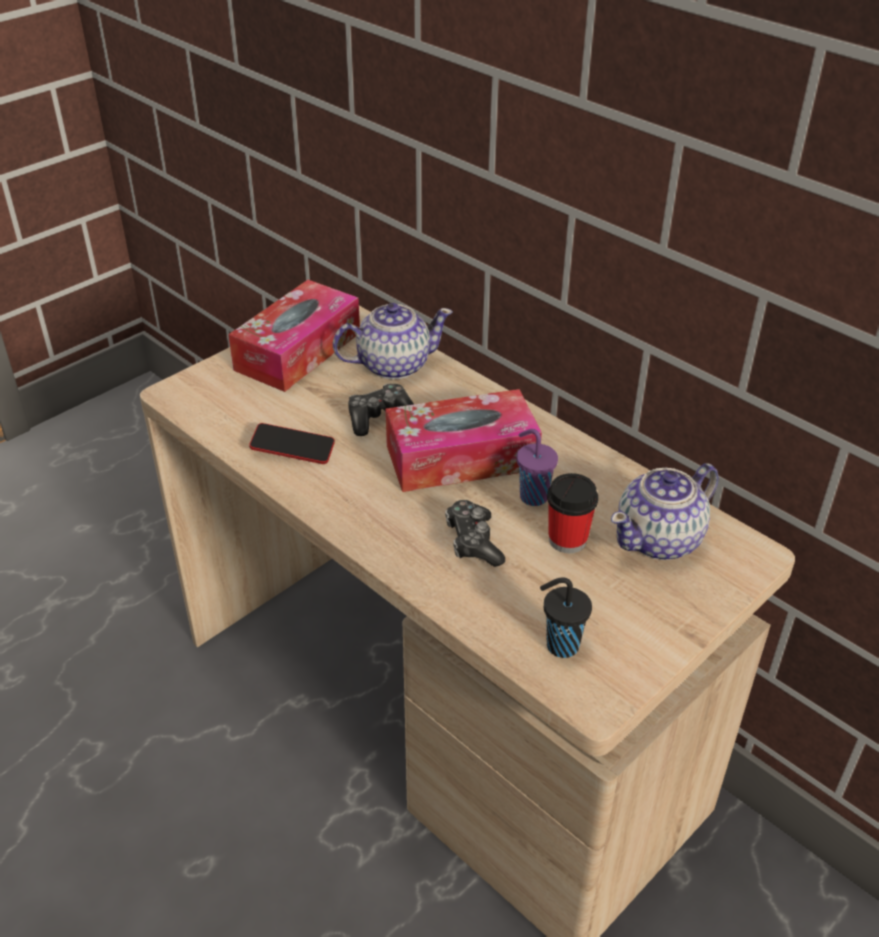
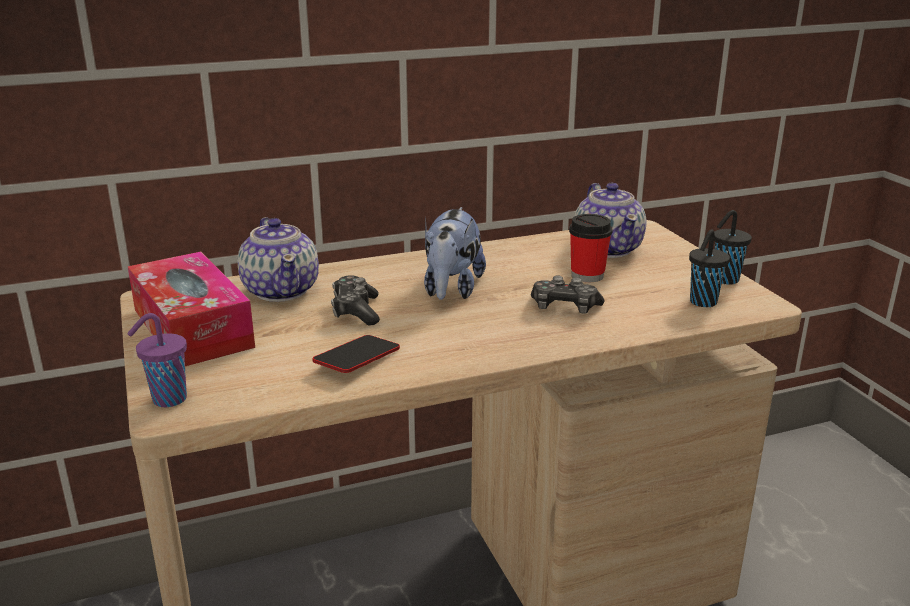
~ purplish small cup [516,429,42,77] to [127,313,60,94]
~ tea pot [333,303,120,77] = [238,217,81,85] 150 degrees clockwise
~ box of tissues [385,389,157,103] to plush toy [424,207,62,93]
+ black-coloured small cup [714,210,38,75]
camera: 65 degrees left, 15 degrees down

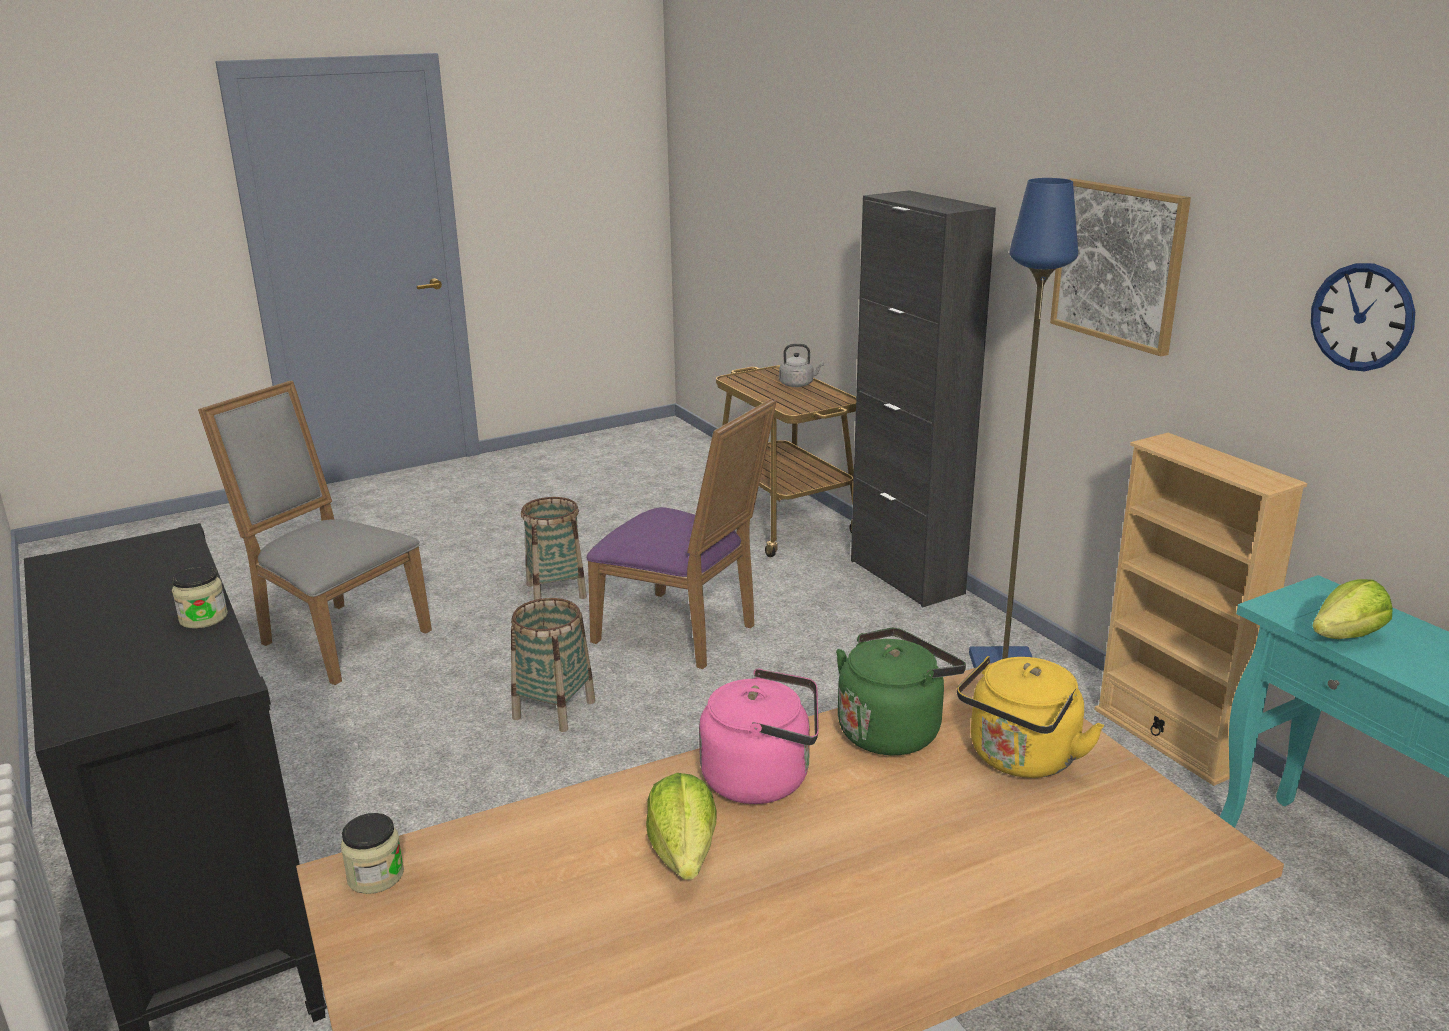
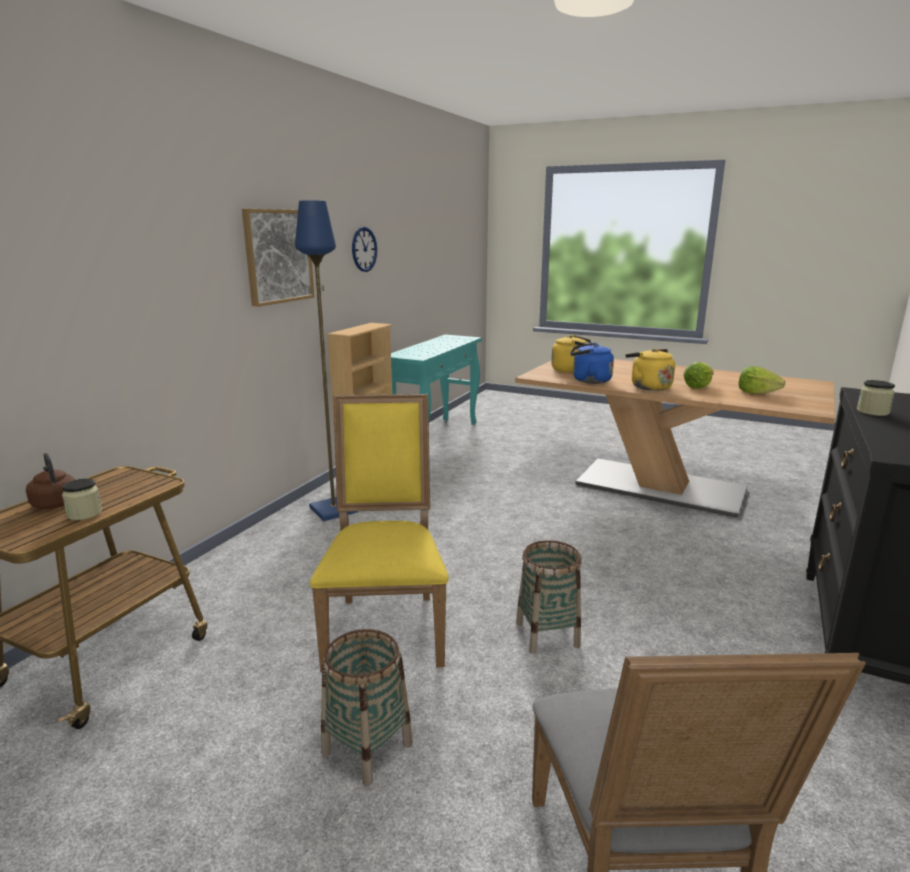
~ gray tea kettle [779,344,45,43] to brown-coloured tea kettle [26,453,49,56]
~ jar [340,813,64,81] to [62,479,40,41]
~ purplish plain chair [587,398,190,271] to yellow plain chair [310,394,139,278]
~ green-coloured tea kettle [836,628,130,127] to blue tea kettle [570,343,44,41]
~ pinkish tea kettle [699,669,120,135] to yellow tea kettle [625,348,50,43]
~ lettuce head [1312,579,81,60] to [739,366,46,28]
- black-coloured cupboard [851,190,145,417]
camera: 125 degrees left, 5 degrees down

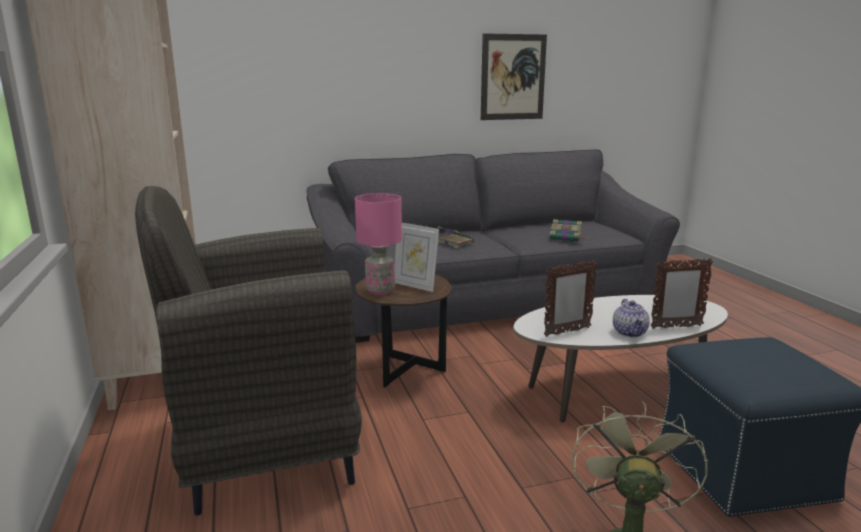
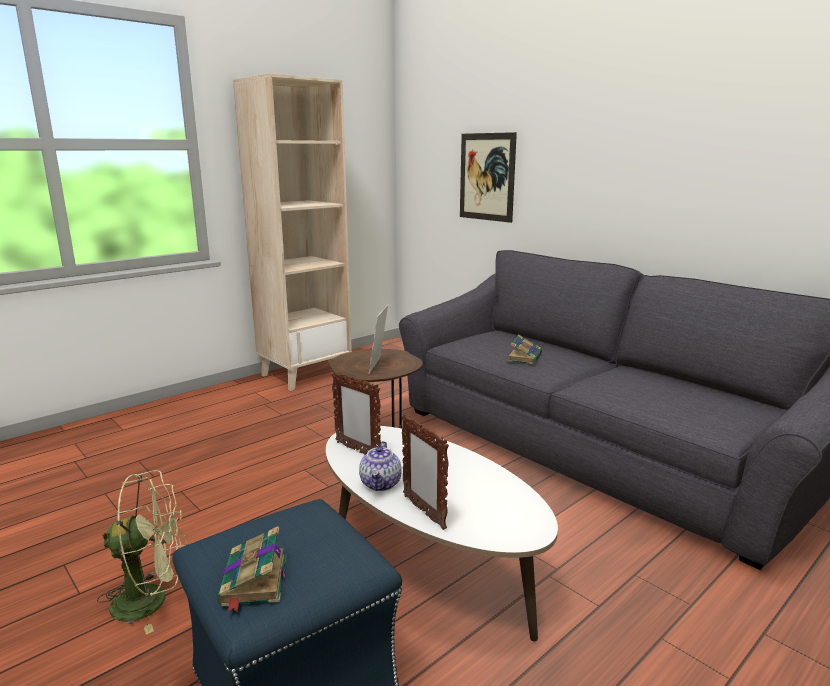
~ book [550,219,35,23] to [217,526,69,87]
~ tea pot [613,299,37,38] = [359,441,43,50] 60 degrees counterclockwise
~ picture [481,33,66,87] to [460,132,57,91]
- gray armchair [135,186,227,330]
- pinkish tabletop lamp [355,193,47,102]
camera: 65 degrees right, 0 degrees up

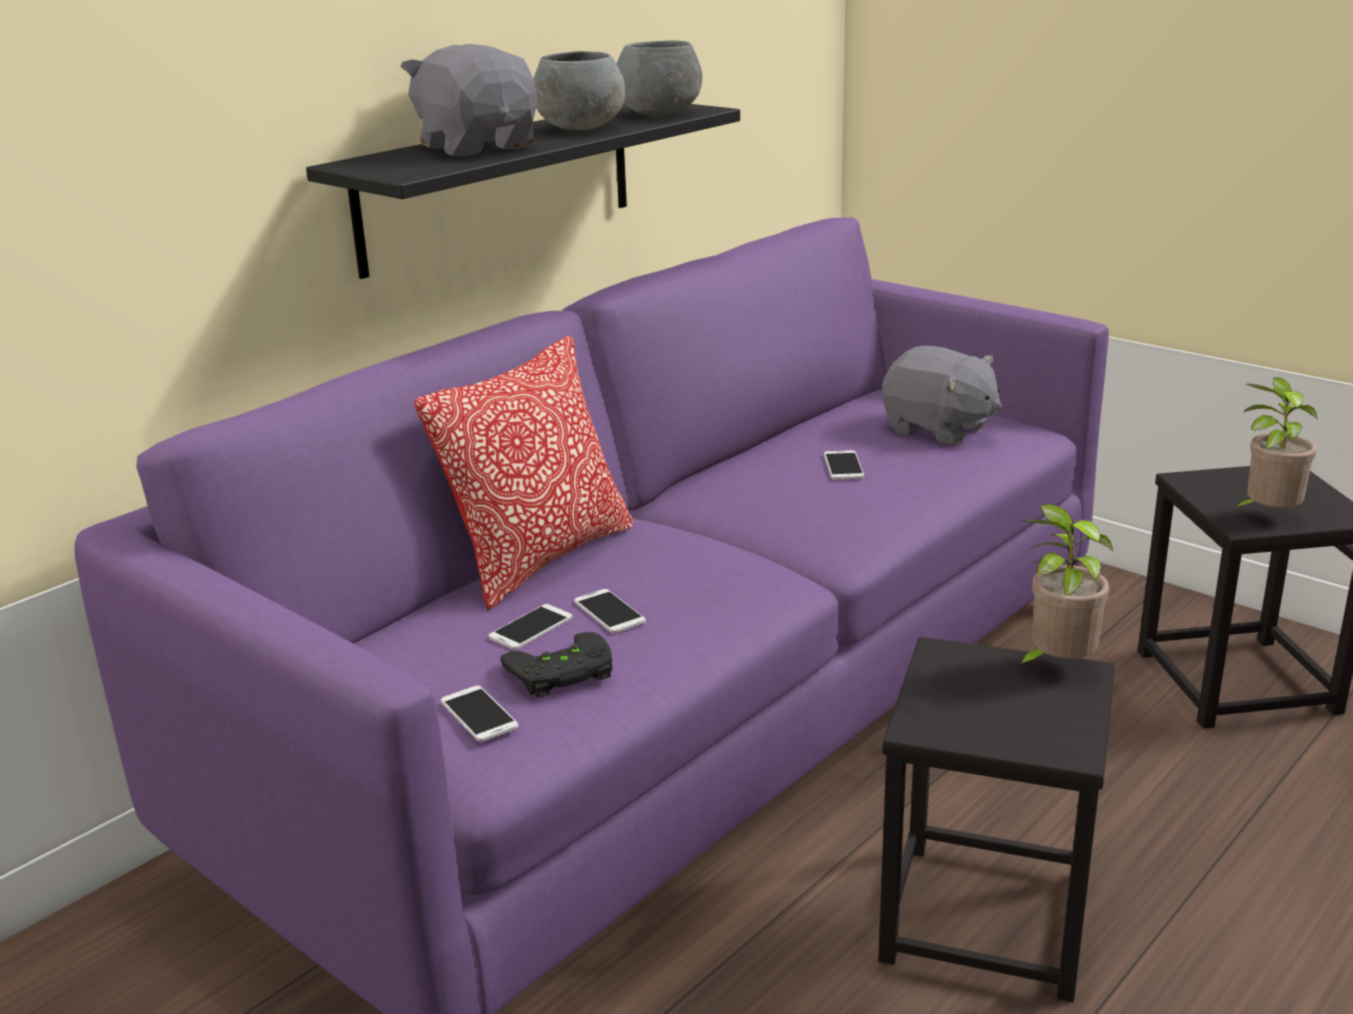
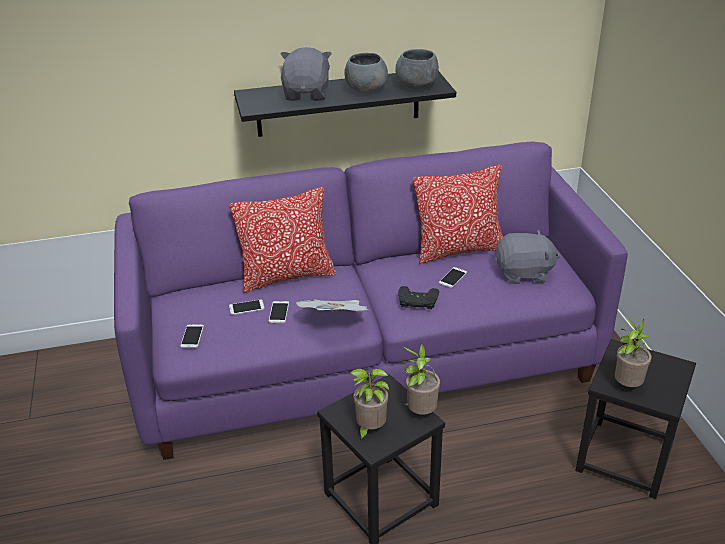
+ printed paper [296,300,73,12]
+ plant in a pot [350,368,39,73]
~ black-coloured joypad [501,632,111,66] to [398,286,41,23]
+ pillow [413,165,90,99]
~ gray plush toy [882,346,120,99] = [495,230,65,54] 75 degrees counterclockwise
camera: 35 degrees right, 10 degrees up

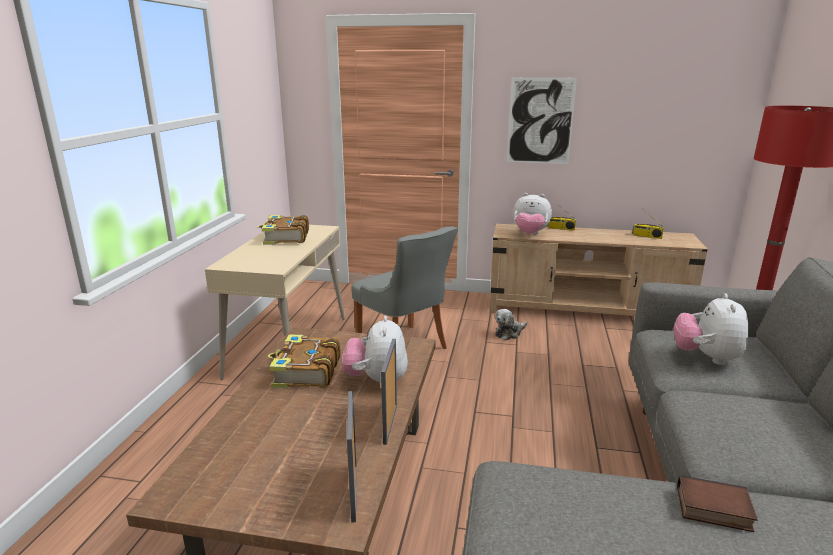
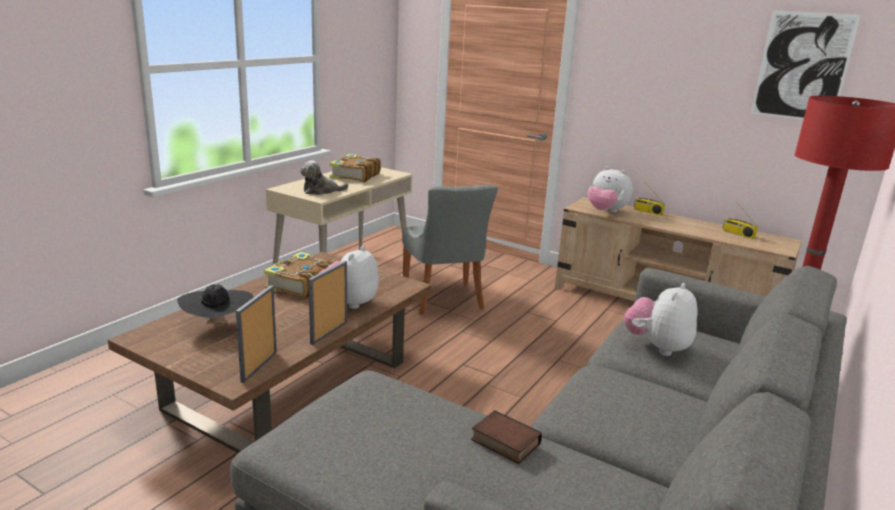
+ black-coloured wearable hat [177,284,77,40]
~ plush toy [495,309,32,31] to [300,160,49,35]
~ picture [507,77,70,87] to [751,10,110,110]
camera: 20 degrees right, 0 degrees up

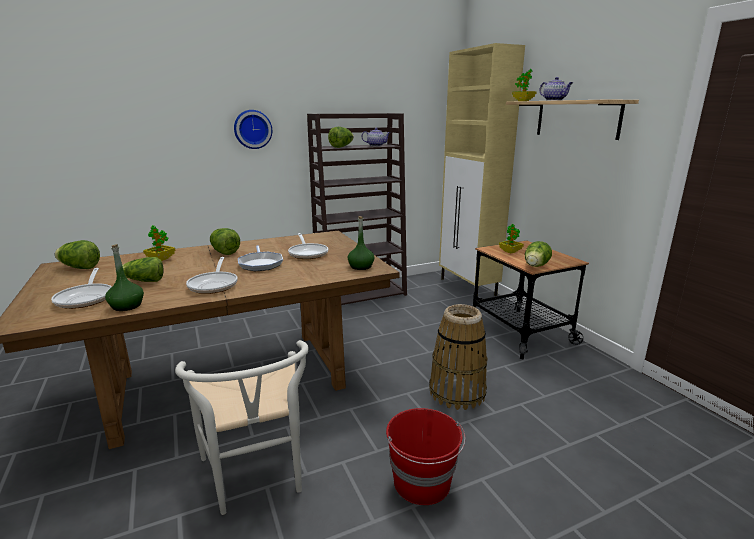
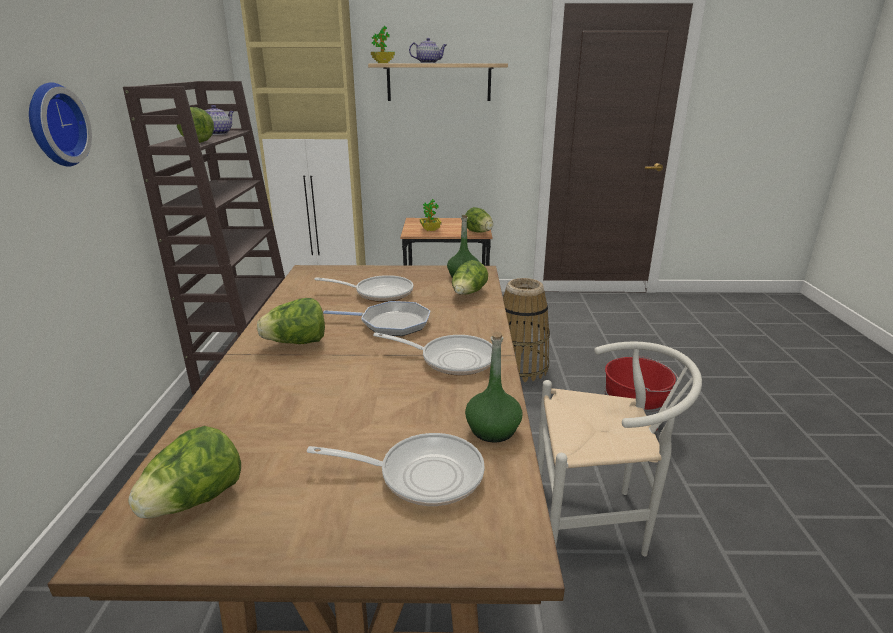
~ lettuce head [122,257,41,25] to [452,260,36,35]
- plant in a pot [143,225,32,36]
camera: 65 degrees left, 5 degrees up

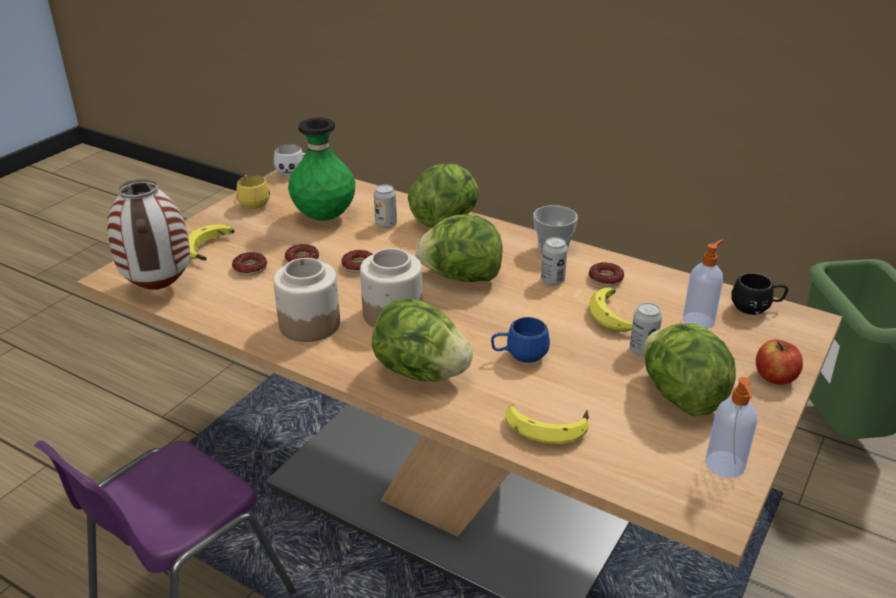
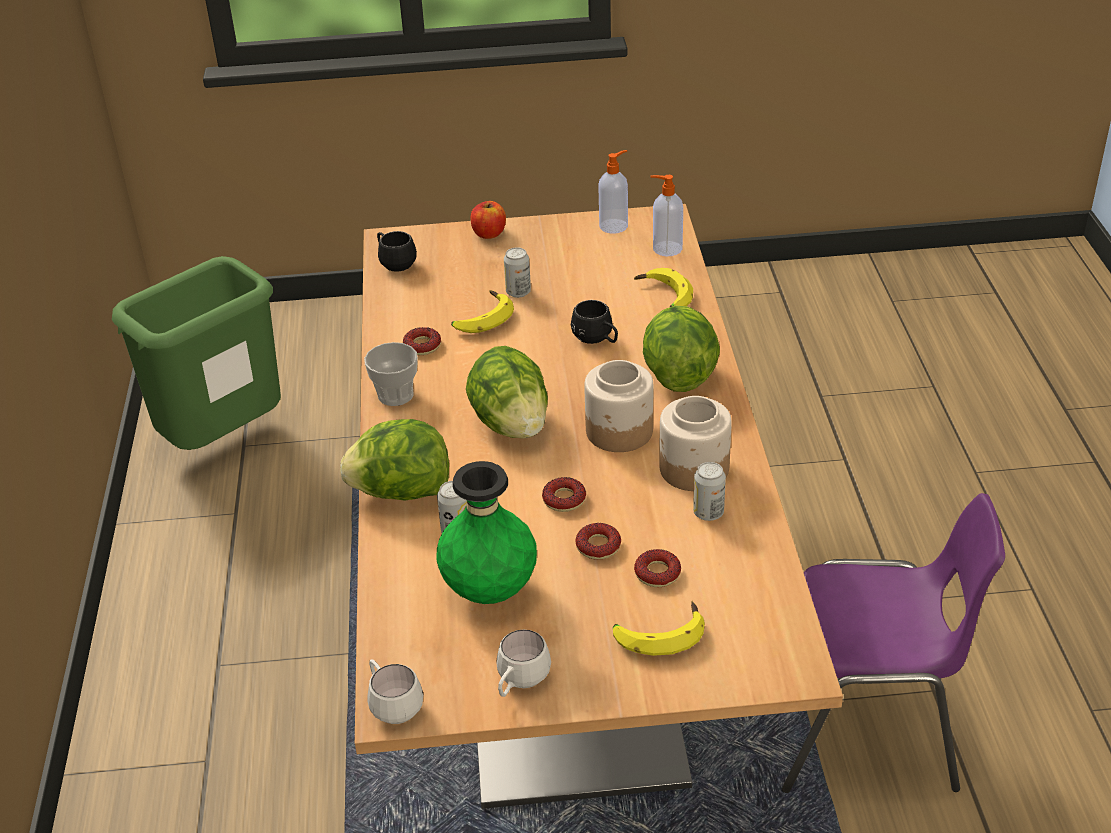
~ yellow mug [236,175,34,34] to white mug [496,629,55,68]
~ blue mug [491,317,59,46] to black-coloured mug [571,300,47,44]
~ liquid soap bottle [683,239,41,90] to [650,175,33,81]
~ metal can [541,237,27,48] to [693,462,33,59]
- vase [107,179,83,111]
- lettuce head [643,323,93,93]
camera: 125 degrees left, 5 degrees up

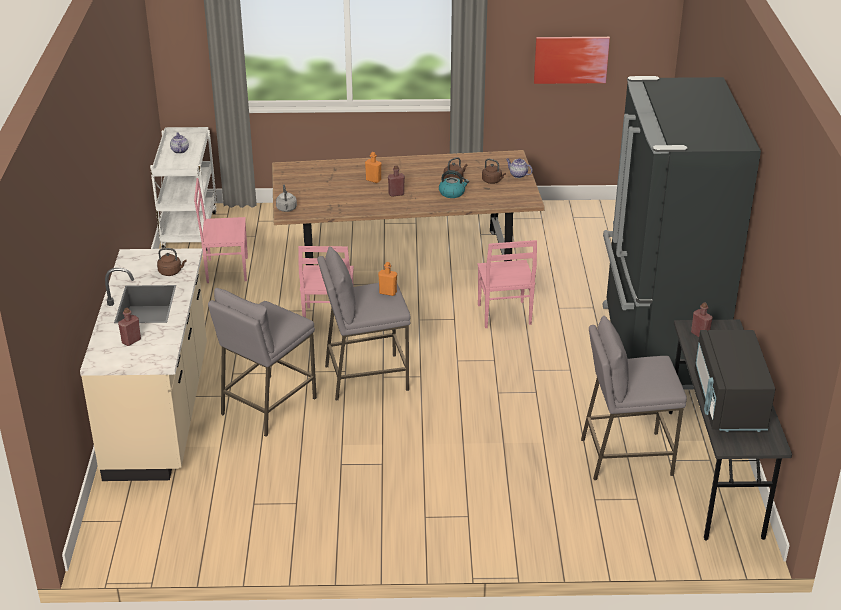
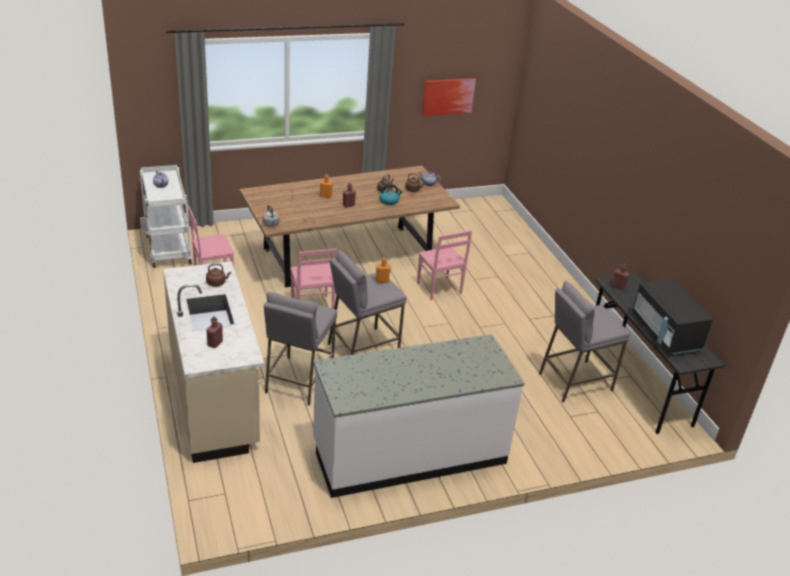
+ white kitchen counter [313,334,211,164]
- black-coloured refrigerator [603,76,158,313]
camera: 20 degrees left, 0 degrees up

